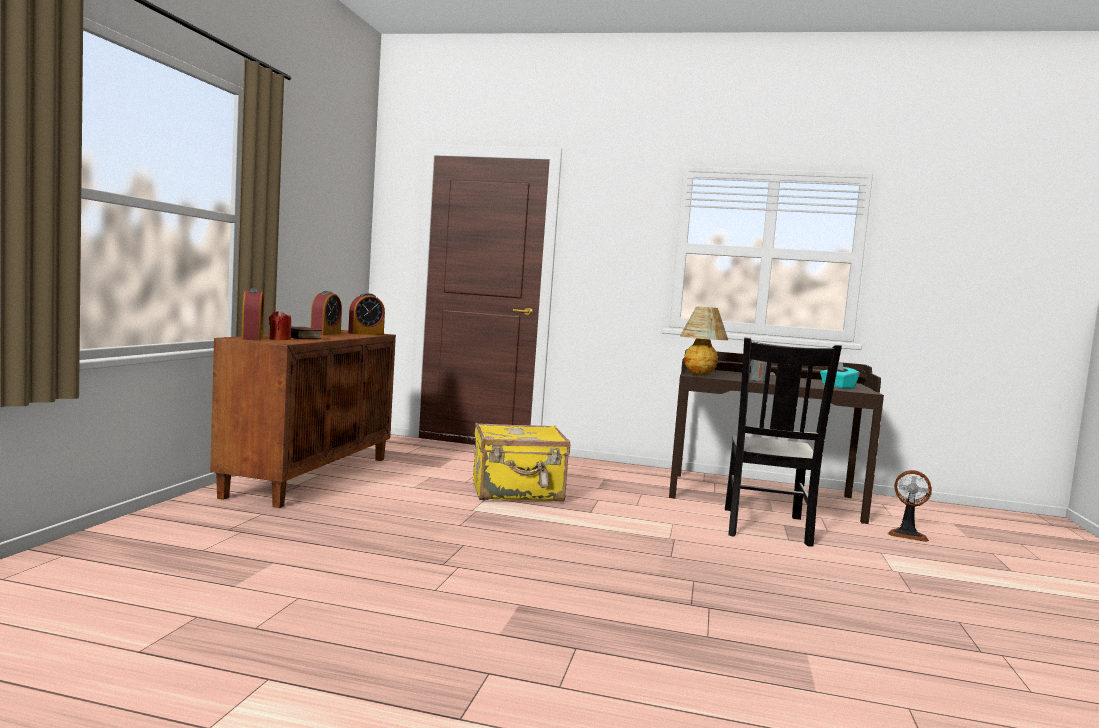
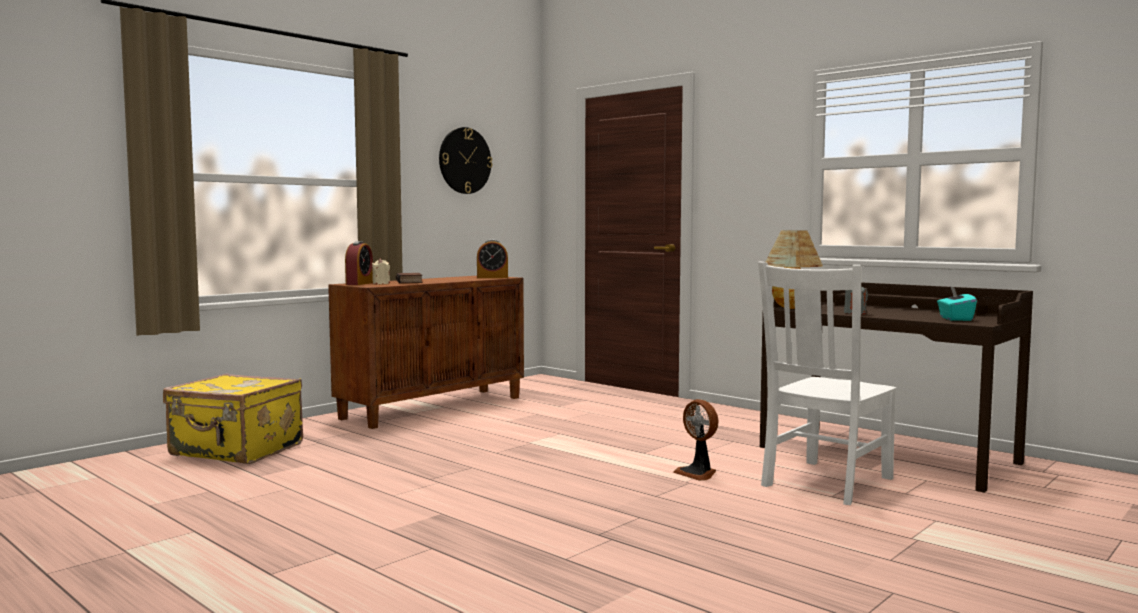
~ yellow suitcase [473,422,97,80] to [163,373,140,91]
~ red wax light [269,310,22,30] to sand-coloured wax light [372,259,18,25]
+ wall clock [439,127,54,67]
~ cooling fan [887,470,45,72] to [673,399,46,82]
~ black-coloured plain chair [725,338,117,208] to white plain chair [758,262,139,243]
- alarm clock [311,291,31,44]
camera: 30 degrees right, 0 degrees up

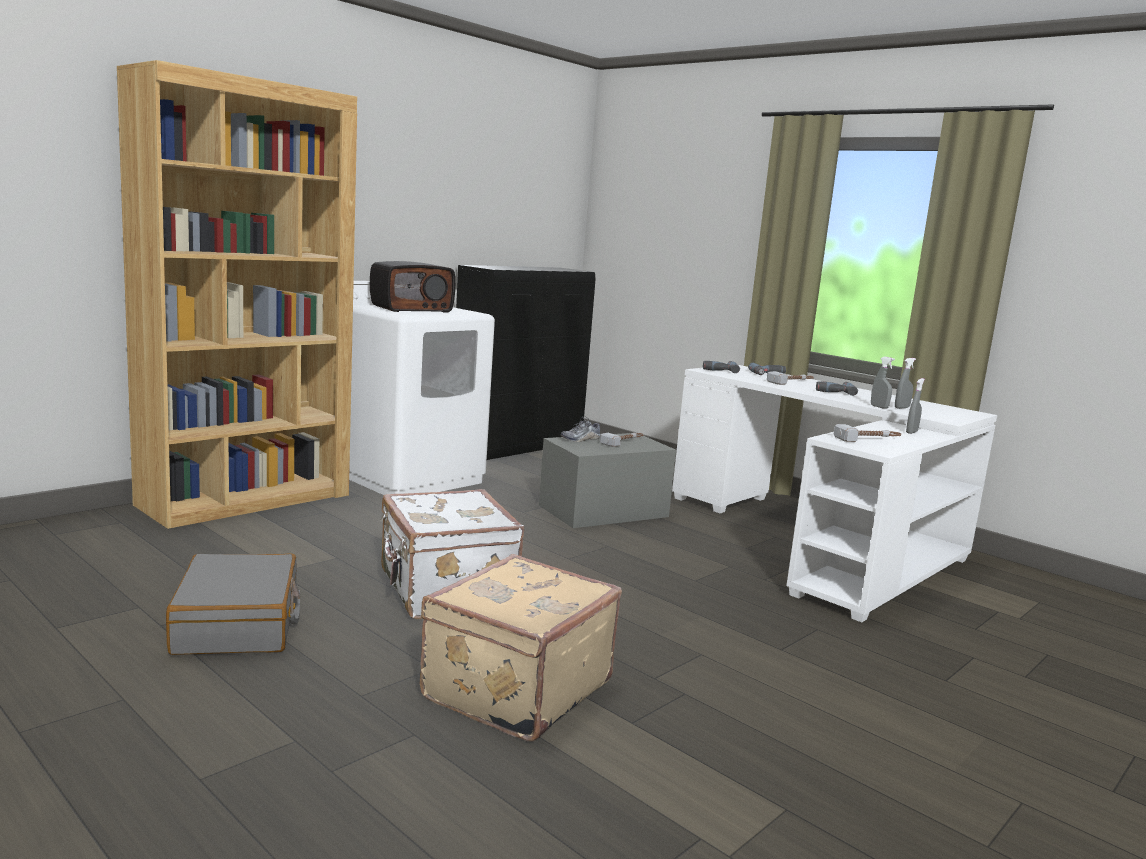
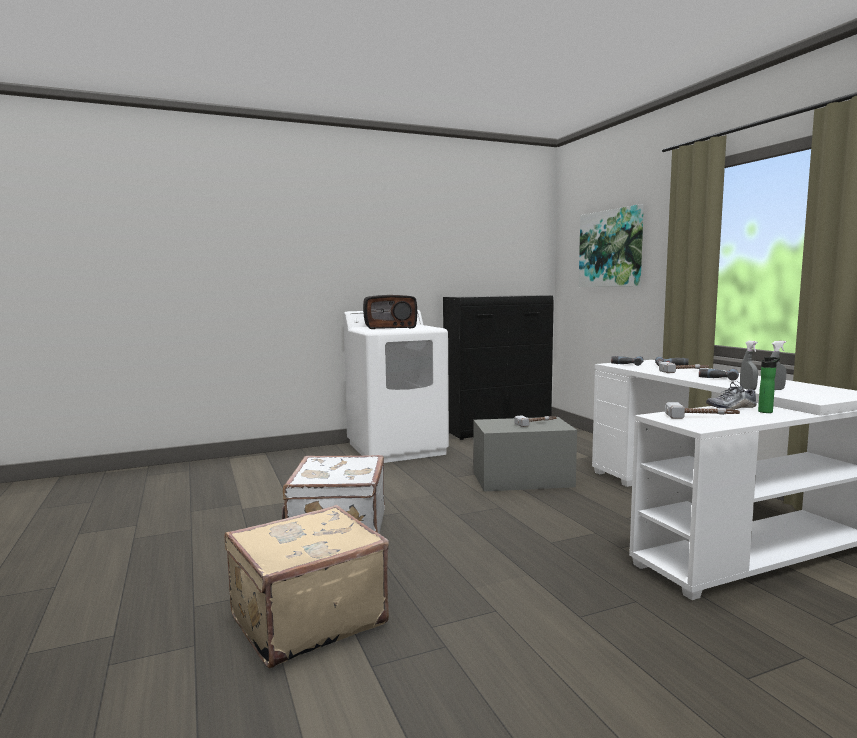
+ picture [579,204,65,83]
~ shoe [561,416,39,26] to [706,381,51,29]
~ gray hand sprayer [906,378,19,56] to bottle [758,357,22,56]
- brown-coloured bookcase [117,60,240,469]
- gray suitcase [166,553,134,102]
camera: 25 degrees right, 5 degrees down

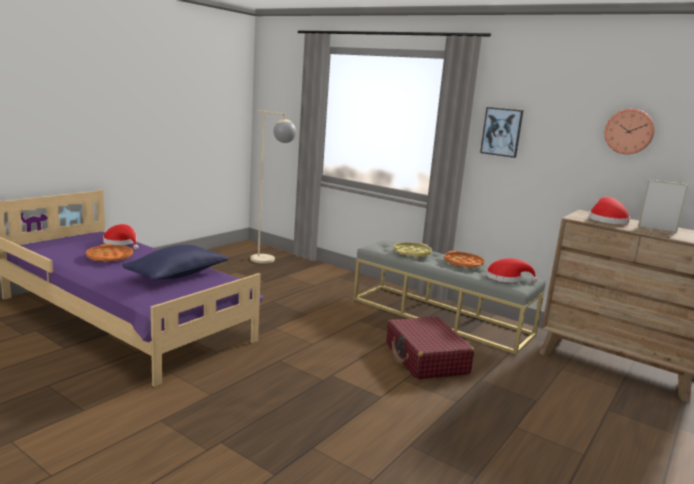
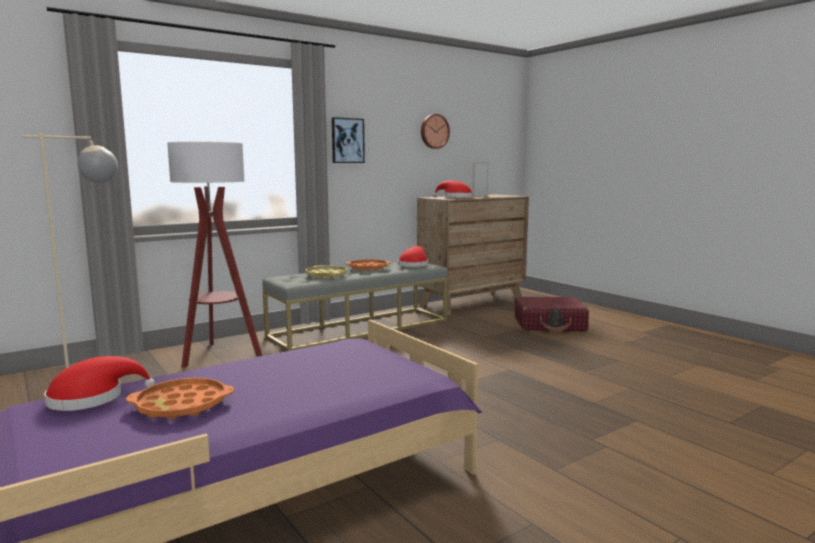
+ standing lamp [167,142,95,226]
~ red suitcase [387,317,87,63] to [515,296,74,36]
- blue pillow [122,245,106,35]
camera: 70 degrees left, 5 degrees down

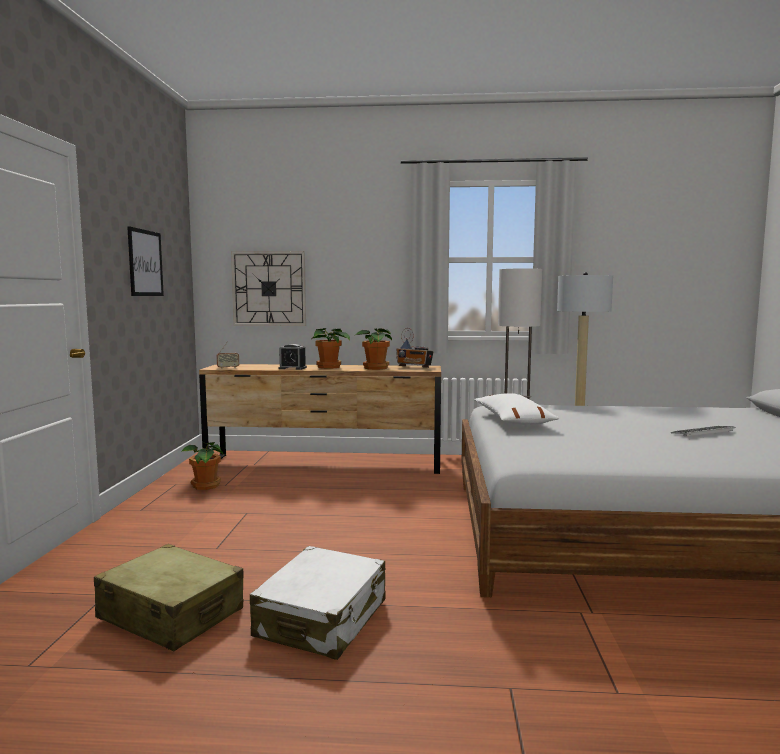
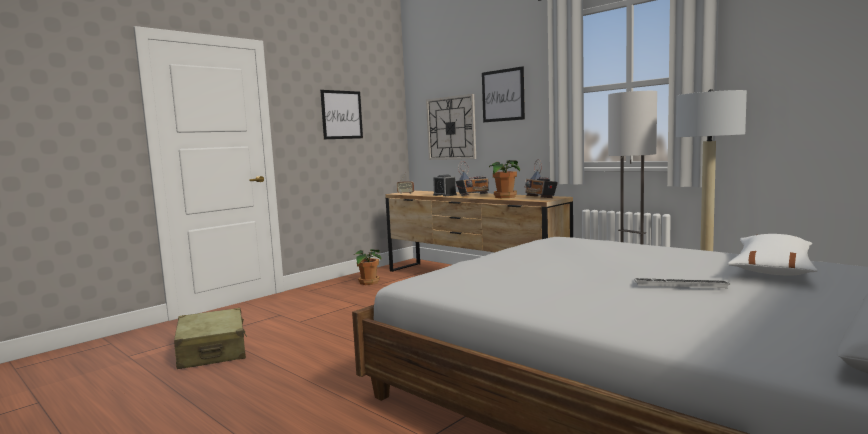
~ plant in a pot [313,328,37,41] to radio [456,161,33,35]
+ picture [482,66,43,56]
~ white pillow [474,393,85,32] to [728,234,90,42]
- white suitcase [250,546,136,114]
camera: 40 degrees right, 0 degrees up

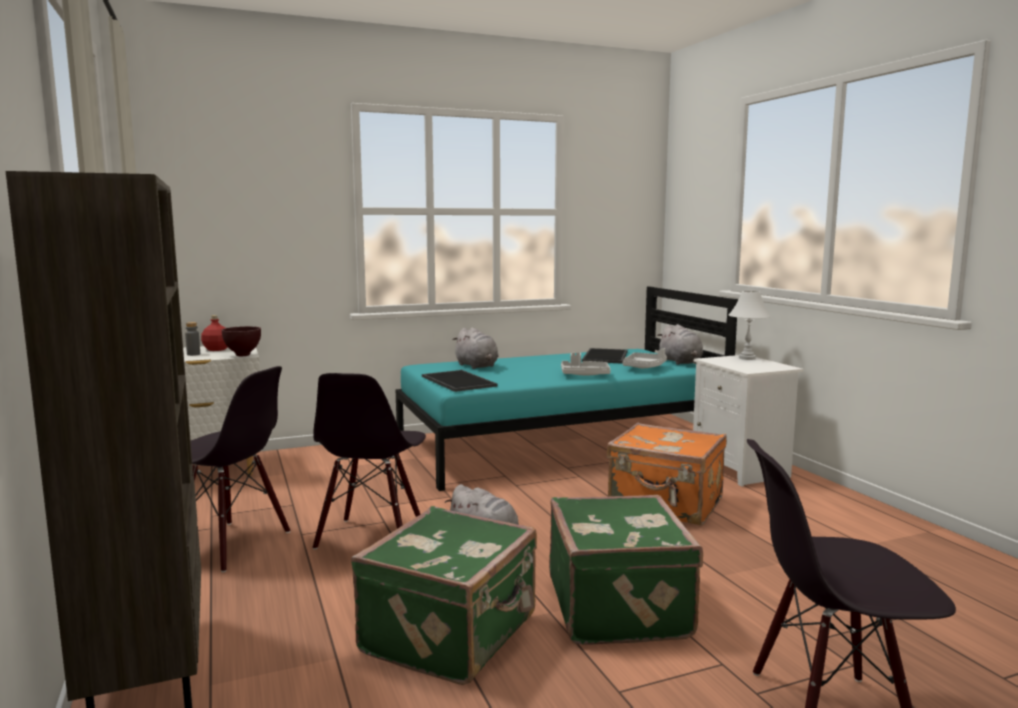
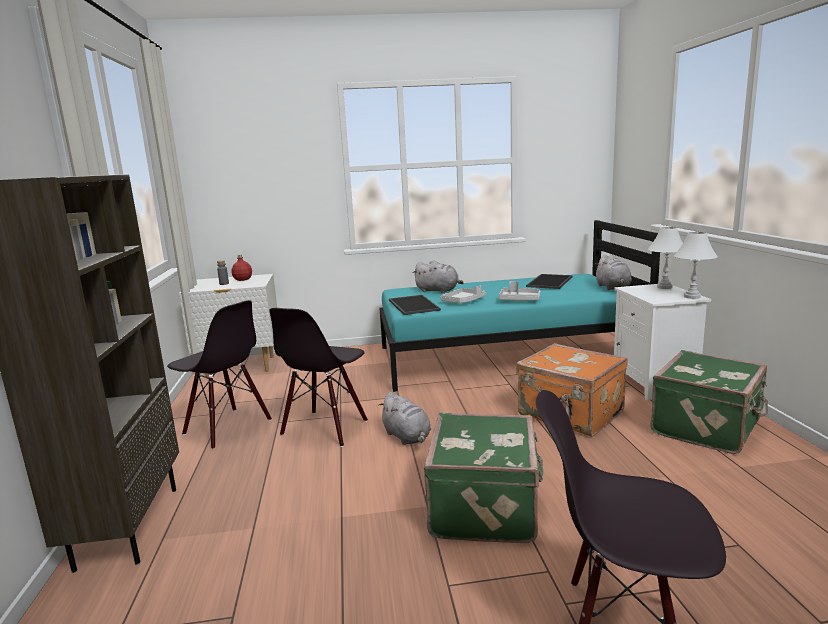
~ gray plush toy [452,327,46,42] = [413,261,51,32] 45 degrees counterclockwise
~ gray tray [623,348,44,20] to [441,285,45,18]
~ green-coloured suitcase [351,506,186,179] to [650,350,118,104]
+ white tabletop lamp [674,232,44,67]
- brown-coloured deep dish [222,326,39,30]
camera: 15 degrees right, 5 degrees up

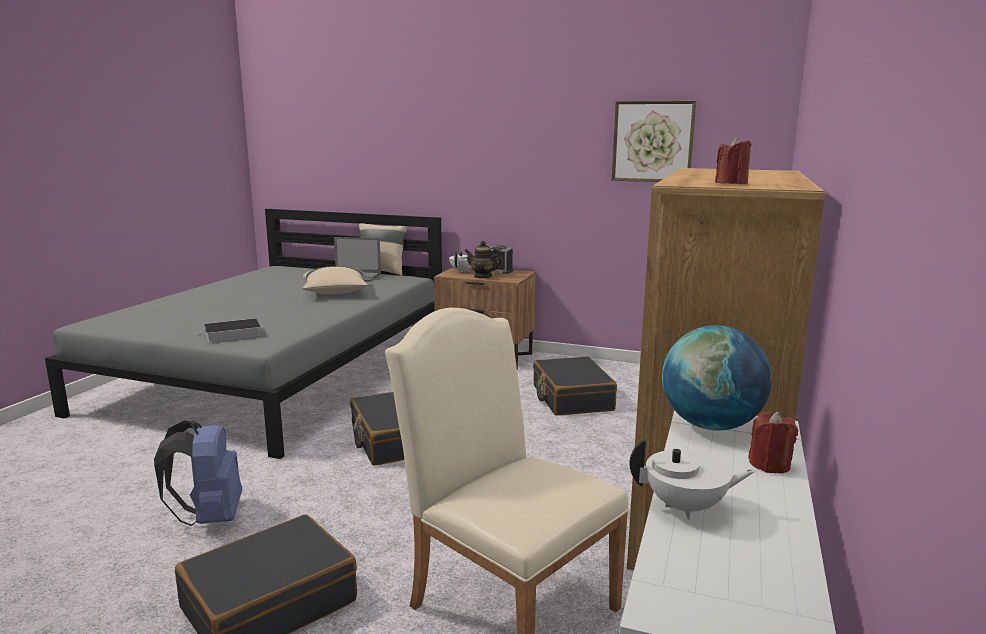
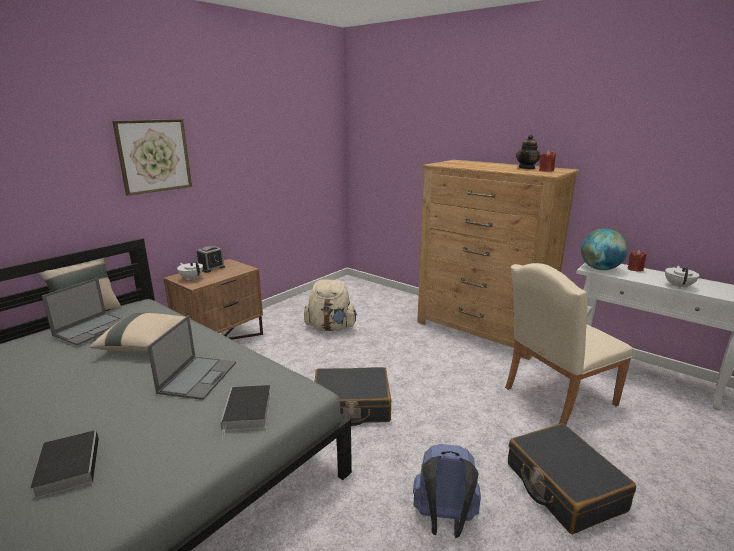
+ book [30,430,69,69]
~ picture [612,101,84,81] to [112,119,80,77]
+ notebook computer [147,316,89,84]
~ black-coloured suitcase [533,356,84,60] to sand-coloured rucksack [304,279,53,52]
~ tea pot [465,241,38,38] to [516,135,25,34]
camera: 70 degrees left, 5 degrees up

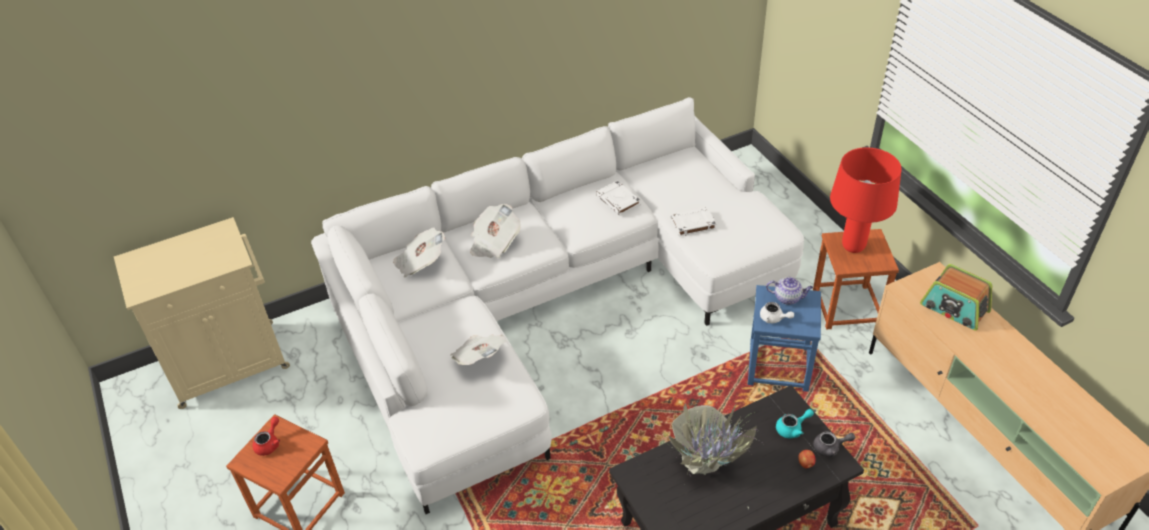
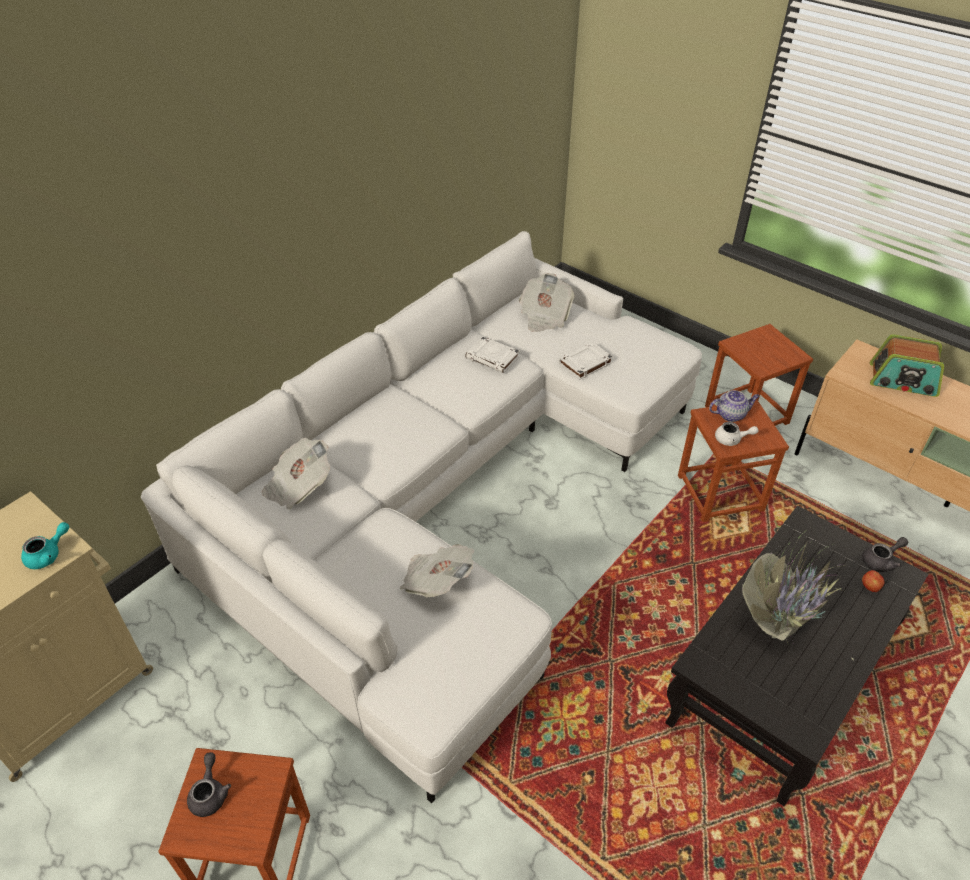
~ turquoise-coloured tea pot [776,409,38,29] to [21,522,48,47]
~ red tea pot [252,417,28,39] to gray tea pot [187,752,44,65]
~ printed paper [470,204,50,54] to [519,273,55,59]
~ blue stool [748,285,73,107] to brown-coloured stool [678,399,111,123]
- red tabletop lamp [830,147,72,106]
camera: 25 degrees left, 0 degrees up

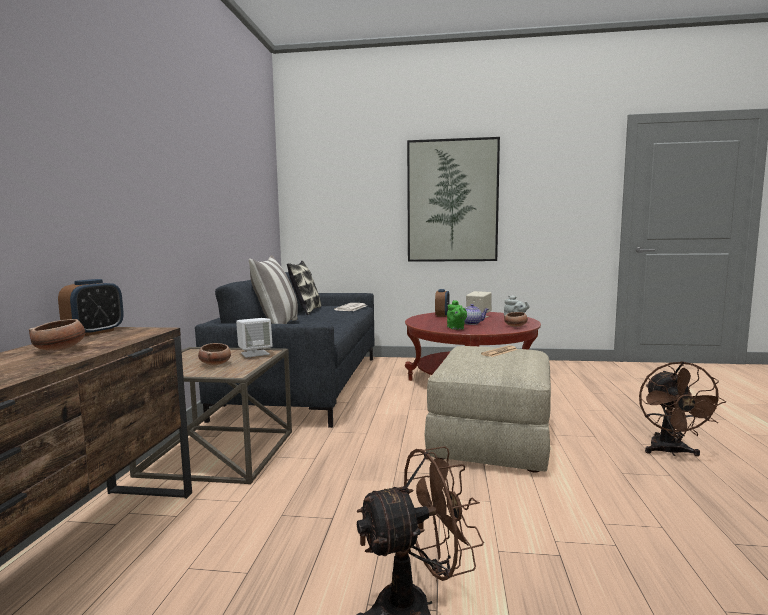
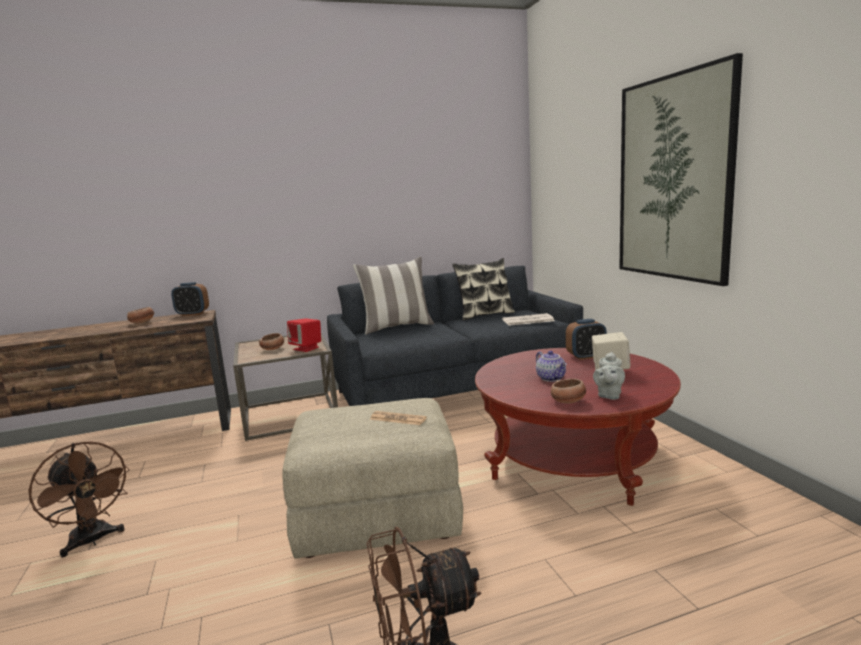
~ white speaker [236,318,37,40] to red speaker [287,318,34,34]
- green-coloured tea pot [447,300,20,30]
camera: 65 degrees right, 5 degrees up

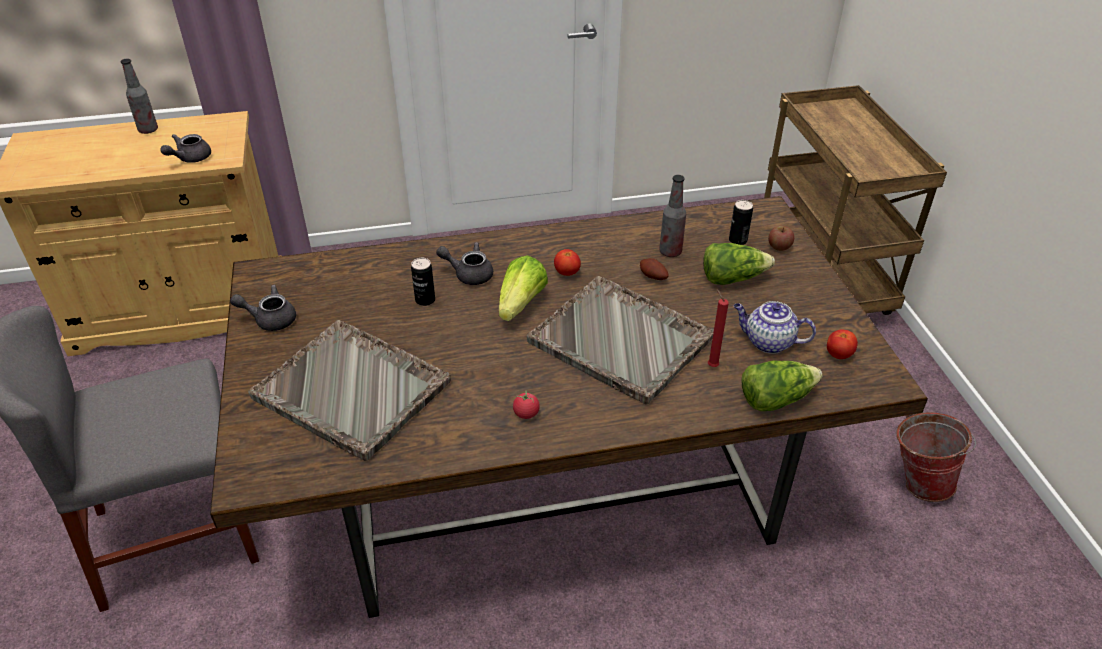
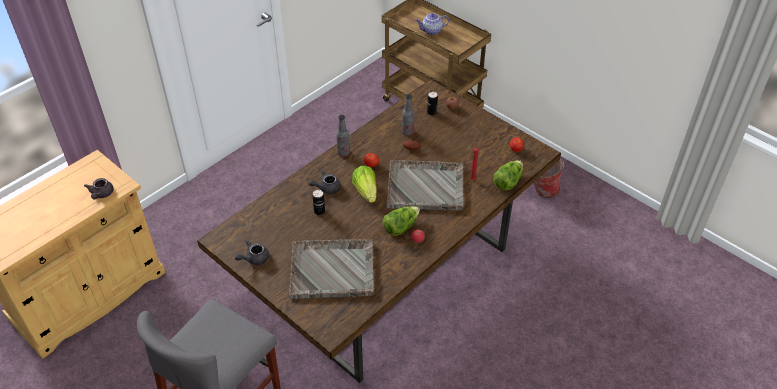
~ bottle [120,59,38,75] to [336,115,14,42]
~ lettuce head [703,243,72,42] to [382,206,38,30]
~ tea pot [734,301,82,53] to [416,13,33,22]
camera: 35 degrees left, 5 degrees up

